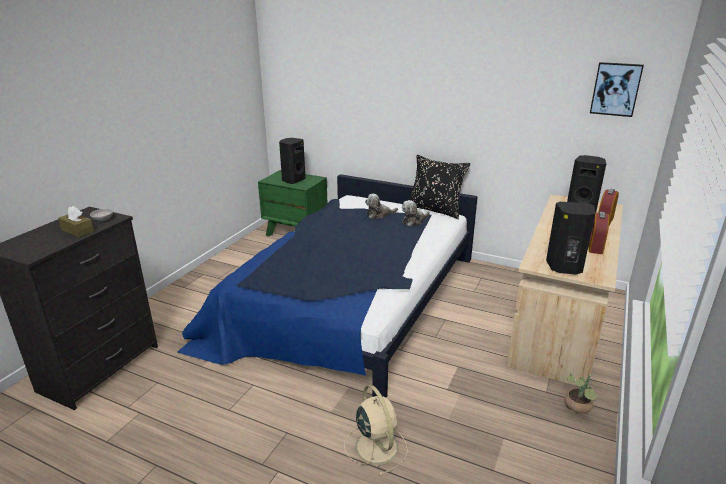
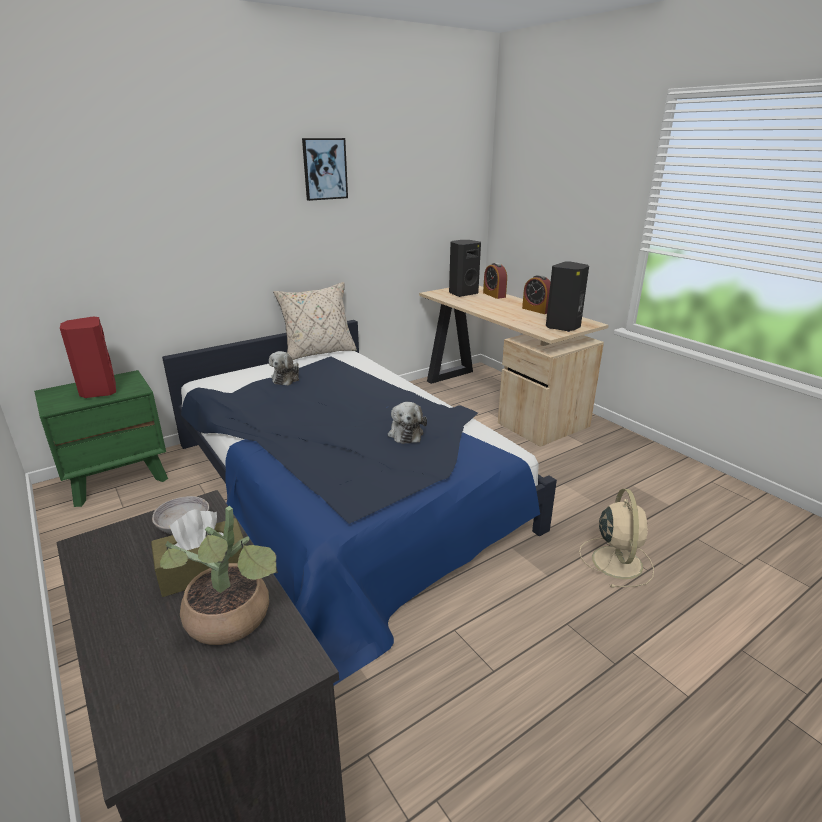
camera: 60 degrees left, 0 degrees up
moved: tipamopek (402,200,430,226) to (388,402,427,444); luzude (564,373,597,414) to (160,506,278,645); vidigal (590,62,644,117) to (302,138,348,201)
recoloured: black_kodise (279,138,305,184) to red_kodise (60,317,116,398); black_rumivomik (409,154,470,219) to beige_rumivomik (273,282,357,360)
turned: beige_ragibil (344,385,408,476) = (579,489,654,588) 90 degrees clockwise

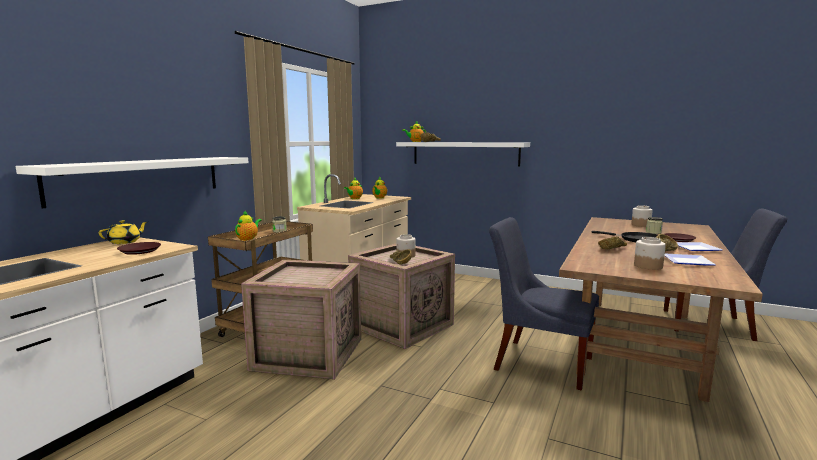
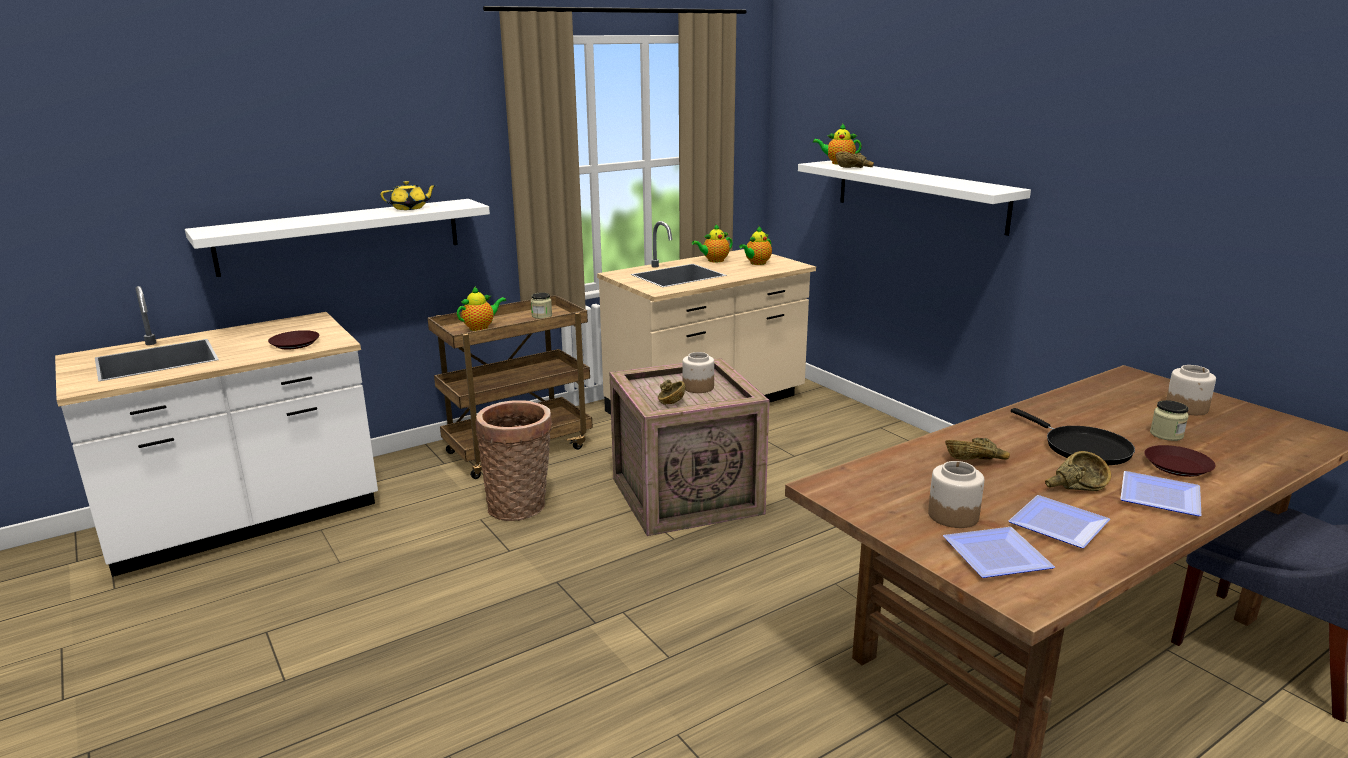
camera: 30 degrees right, 10 degrees up
removed: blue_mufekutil (489,217,599,391)
added: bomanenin (943,527,1055,578)
moved: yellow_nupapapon (99,220,147,244) to (380,181,436,210)
replaced: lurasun (241,260,361,379) to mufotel (476,400,552,521)

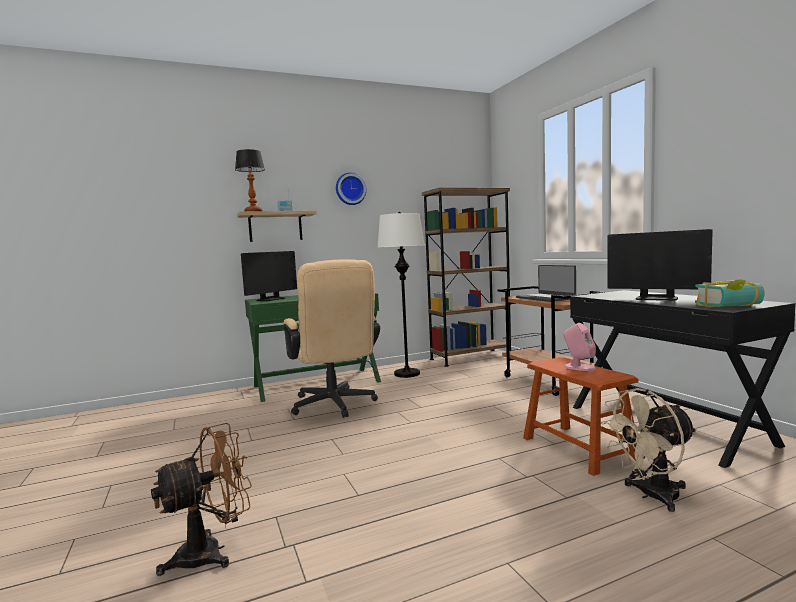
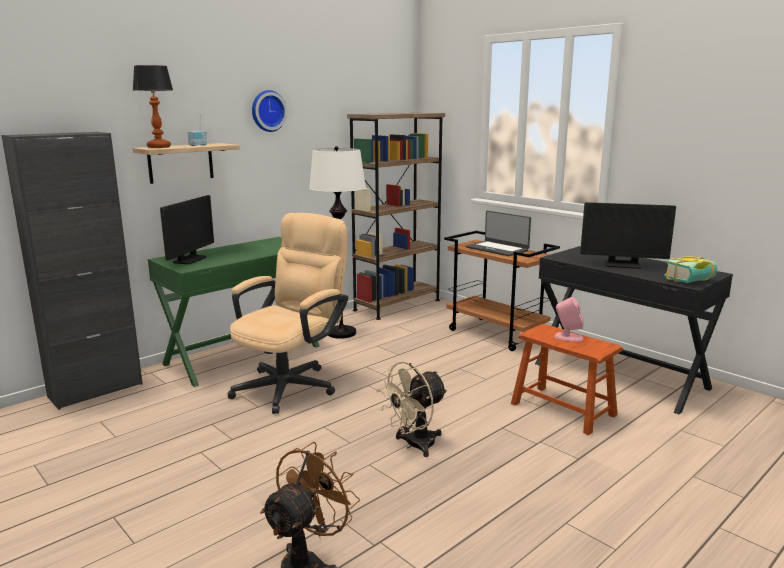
camera: 20 degrees left, 10 degrees up
added: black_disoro (1,132,143,410)
moved: beige_ragibil (601,388,697,512) to (376,361,448,457)
turned: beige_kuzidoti (284,259,380,418) = (228,213,348,414) 105 degrees counterclockwise

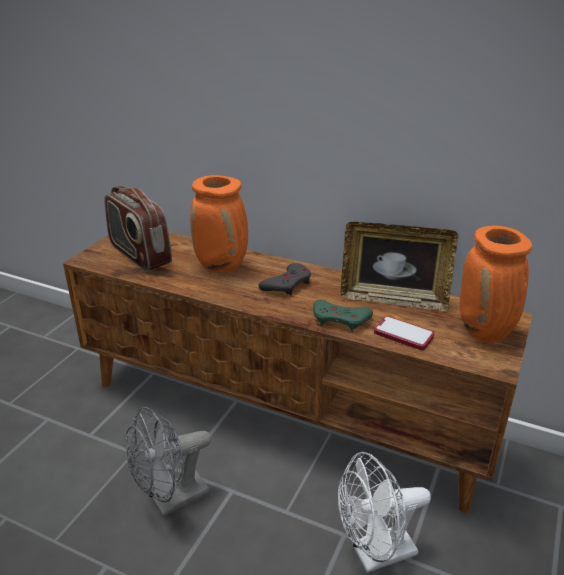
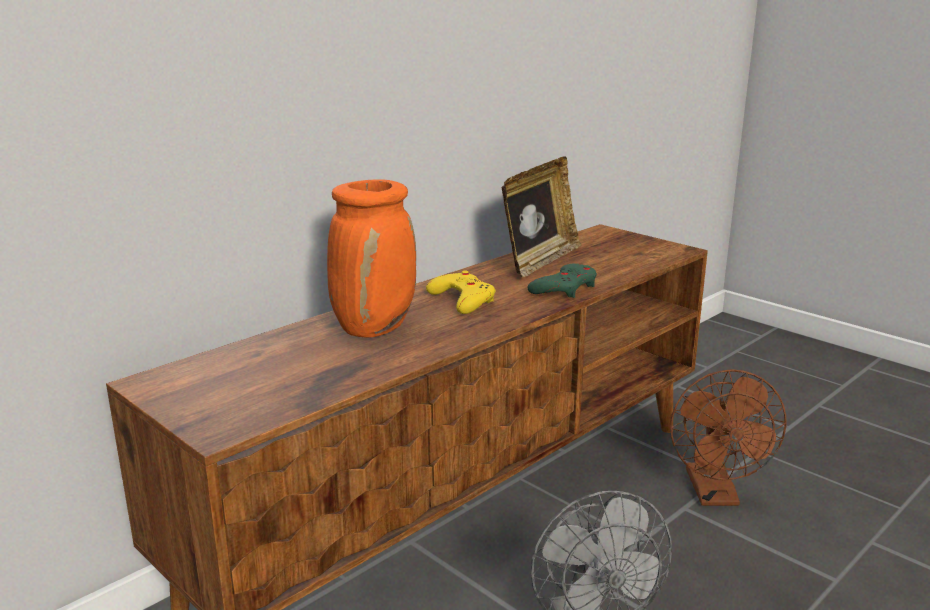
camera: 70 degrees left, 10 degrees down
removed: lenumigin (104,186,172,271); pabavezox (374,316,434,350); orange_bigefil (460,226,532,343)
recoloured: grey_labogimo (259,263,311,295) to yellow_labogimo (426,270,496,314); white_ragibil (338,452,431,573) to brown_ragibil (670,369,787,506)

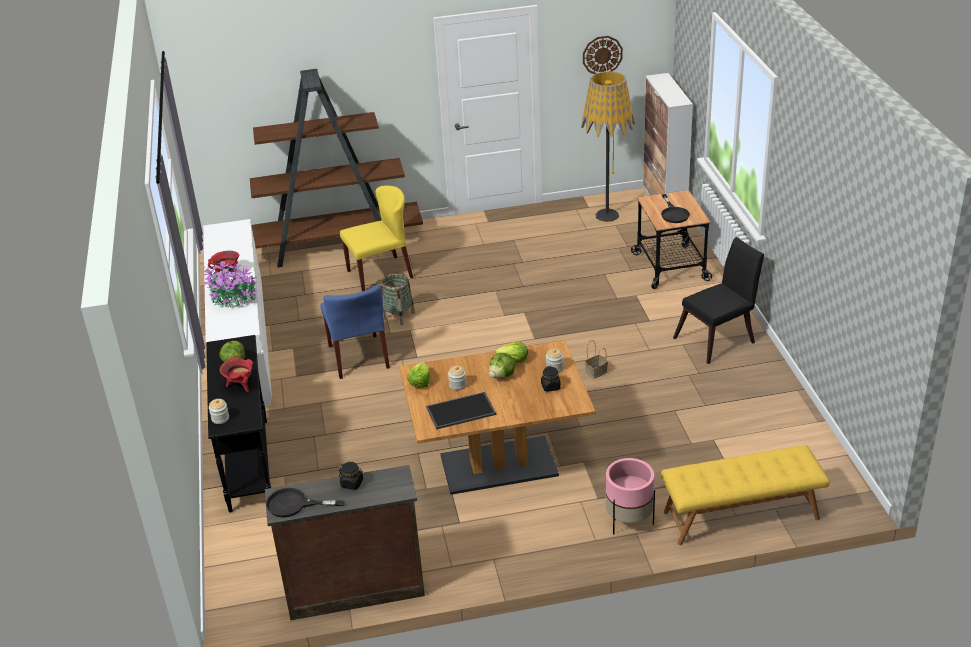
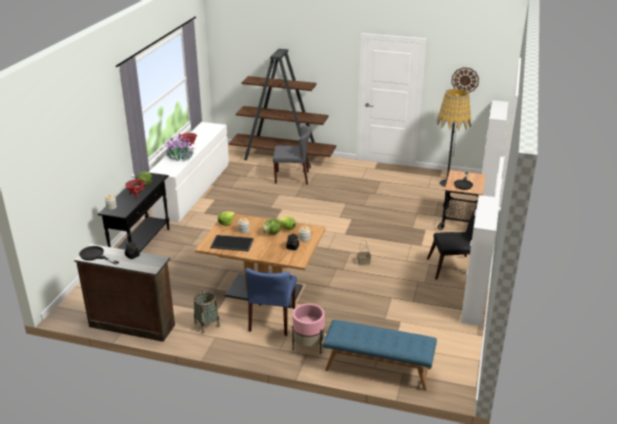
camera: 25 degrees right, 5 degrees down
added: disoro (461,195,500,326)
moved: blue_mufekutil (320,285,390,379) to (245,268,297,336); mufotel (381,273,415,325) to (194,291,220,333)
recoloured: yellow_mufekutil (340,186,413,292) to grey_mufekutil (273,125,312,184); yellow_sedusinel (661,445,830,545) to blue_sedusinel (323,320,437,391)

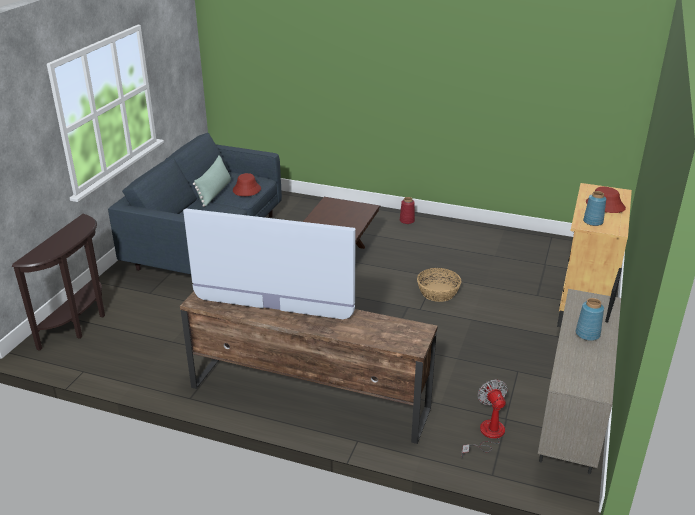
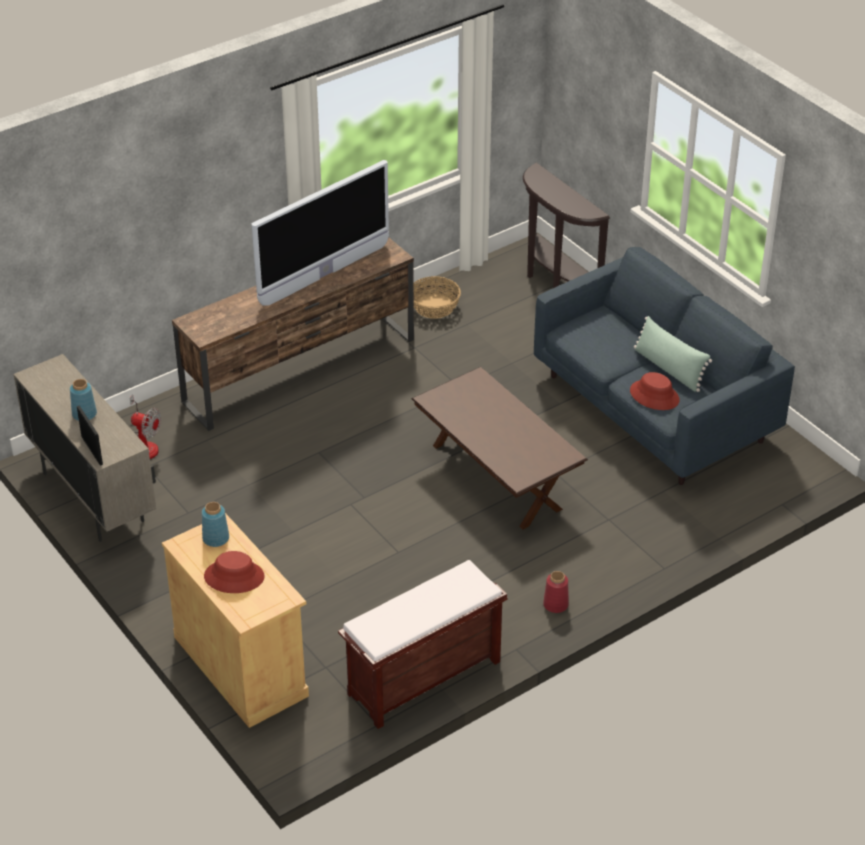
camera: 125 degrees right, 10 degrees up
added: brown_sedusinel (338,560,508,729)
moved: mufotel (417,268,461,302) to (414,276,461,319)

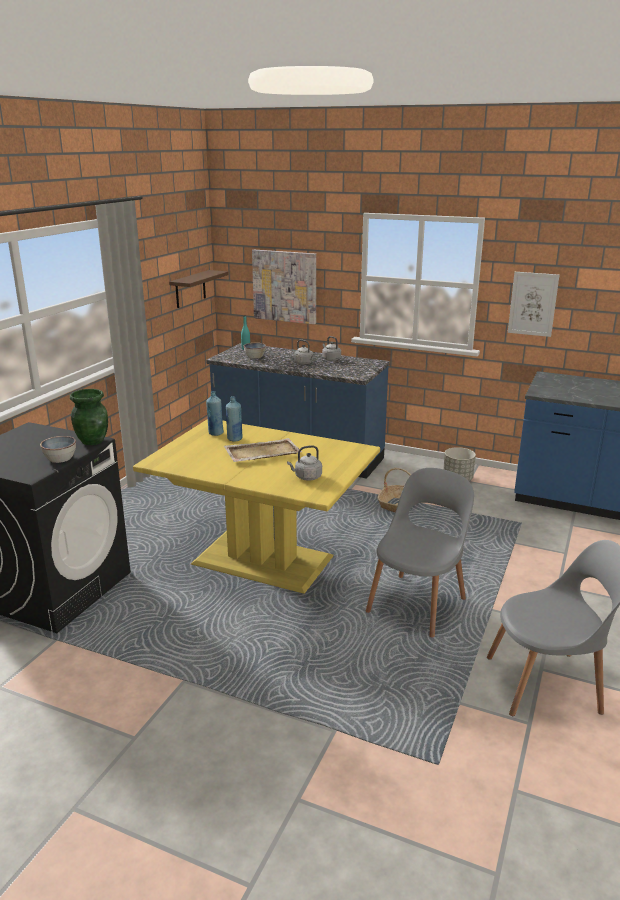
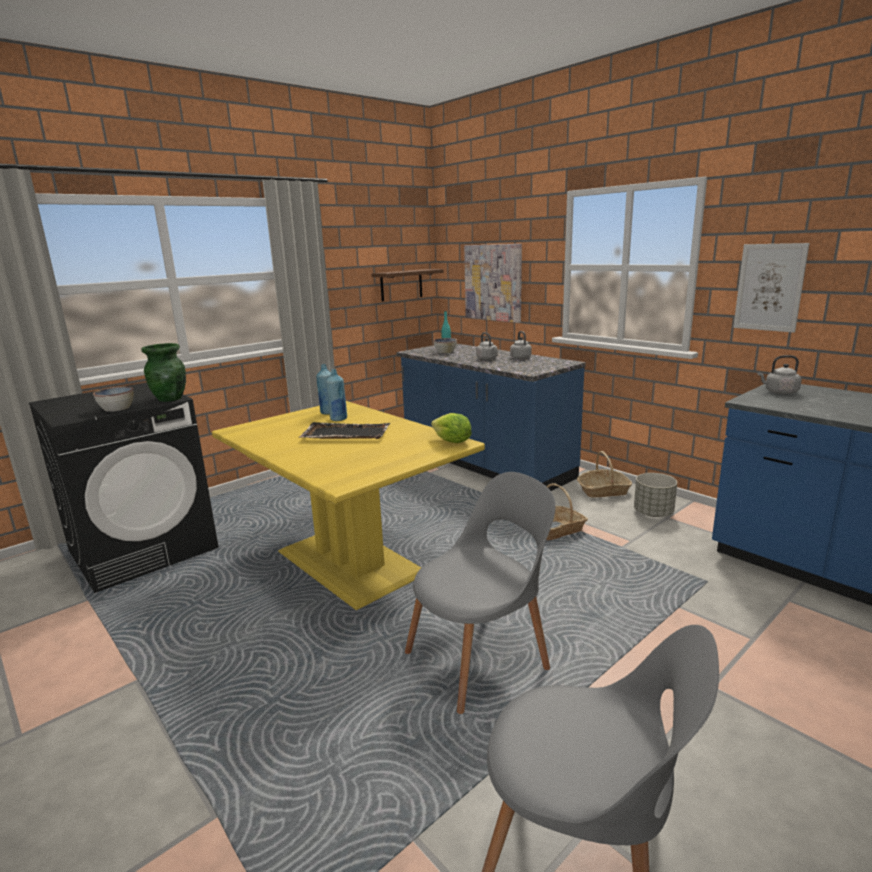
camera: 25 degrees right, 5 degrees down
added: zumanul (431,413,472,443); mufotel (577,451,632,498)
moved: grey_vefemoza (287,445,322,481) to (758,355,802,394)
recoloured: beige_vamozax (224,438,302,462) to black_vamozax (299,422,390,439)

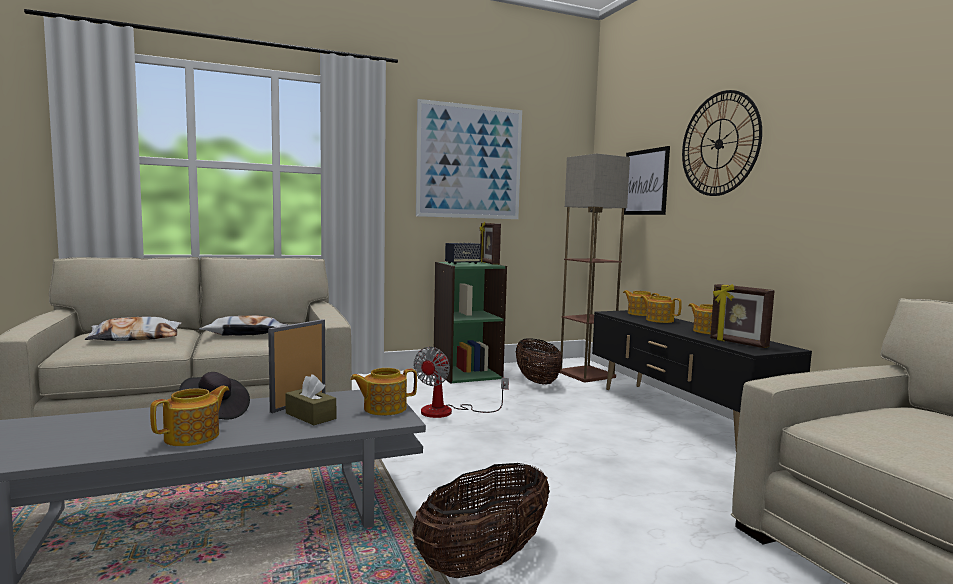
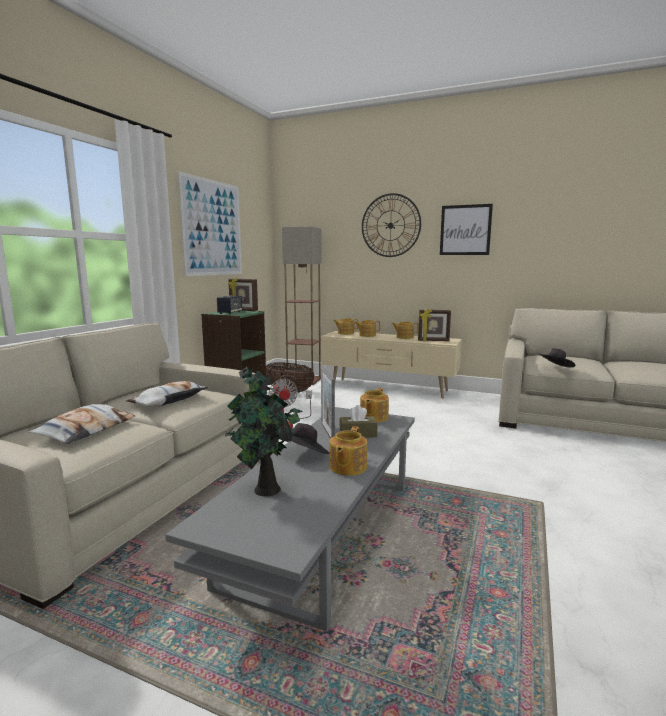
camera: 45 degrees left, 5 degrees up
removed: mufotel (412,463,550,578)
added: luzude (225,367,302,497); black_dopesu (538,348,575,367)
moved: vidigal (624,146,670,215) to (440,204,493,255)
recoloured: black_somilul (592,310,812,450) to beige_somilul (321,331,462,398)
turned: nupapapon (150,386,229,446) = (330,426,367,476) 150 degrees counterclockwise

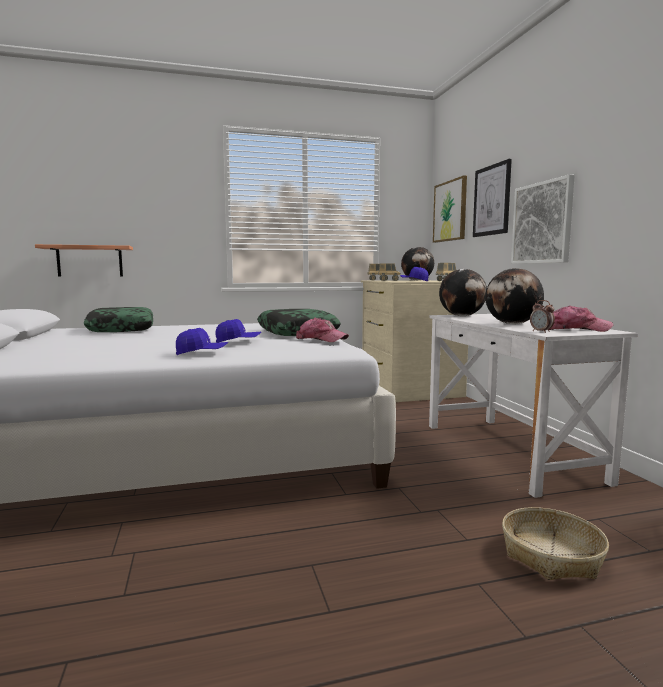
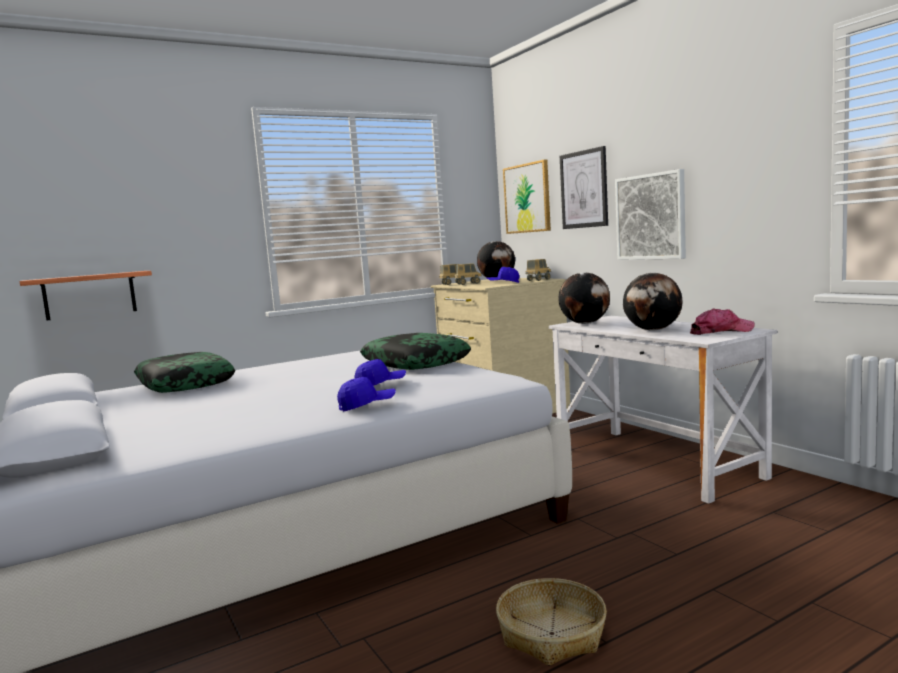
camera: 15 degrees left, 0 degrees up
removed: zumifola (296,318,349,342); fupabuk (530,300,555,333)
moved: mufotel (502,507,609,580) to (496,578,607,666)

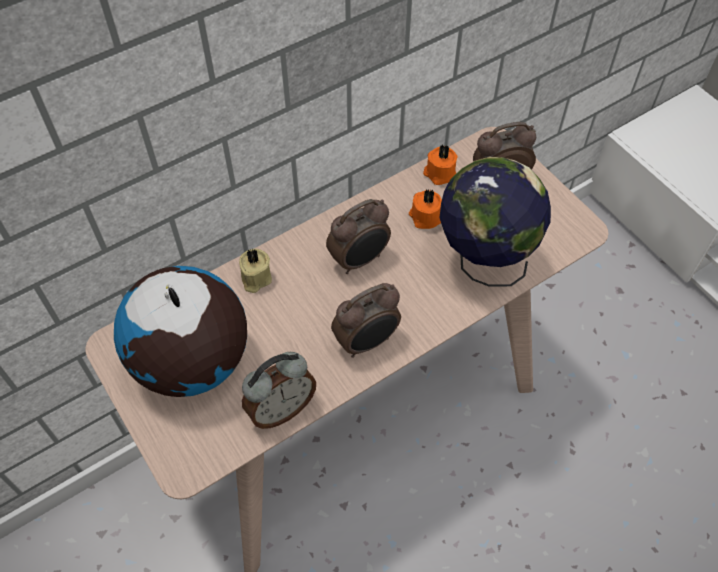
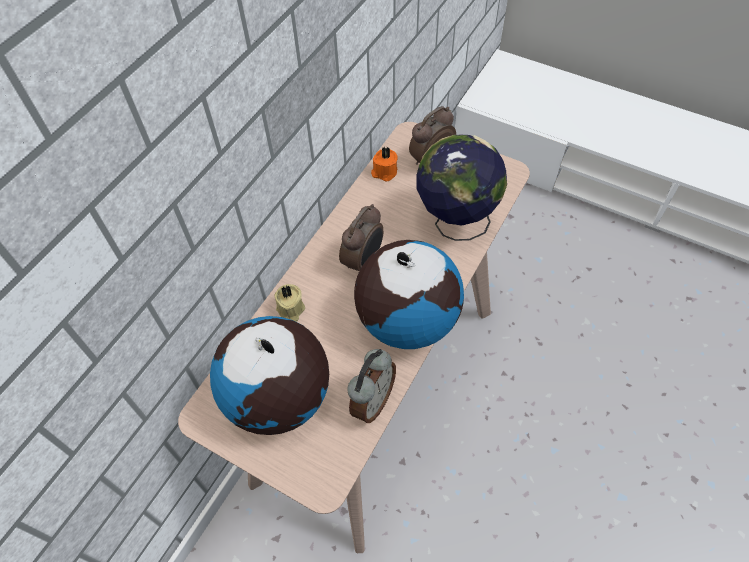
camera: 25 degrees left, 0 degrees up
removed: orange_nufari (409,189,442,229)
replaced: fupabuk (331,283,401,358) to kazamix (354,240,464,349)

